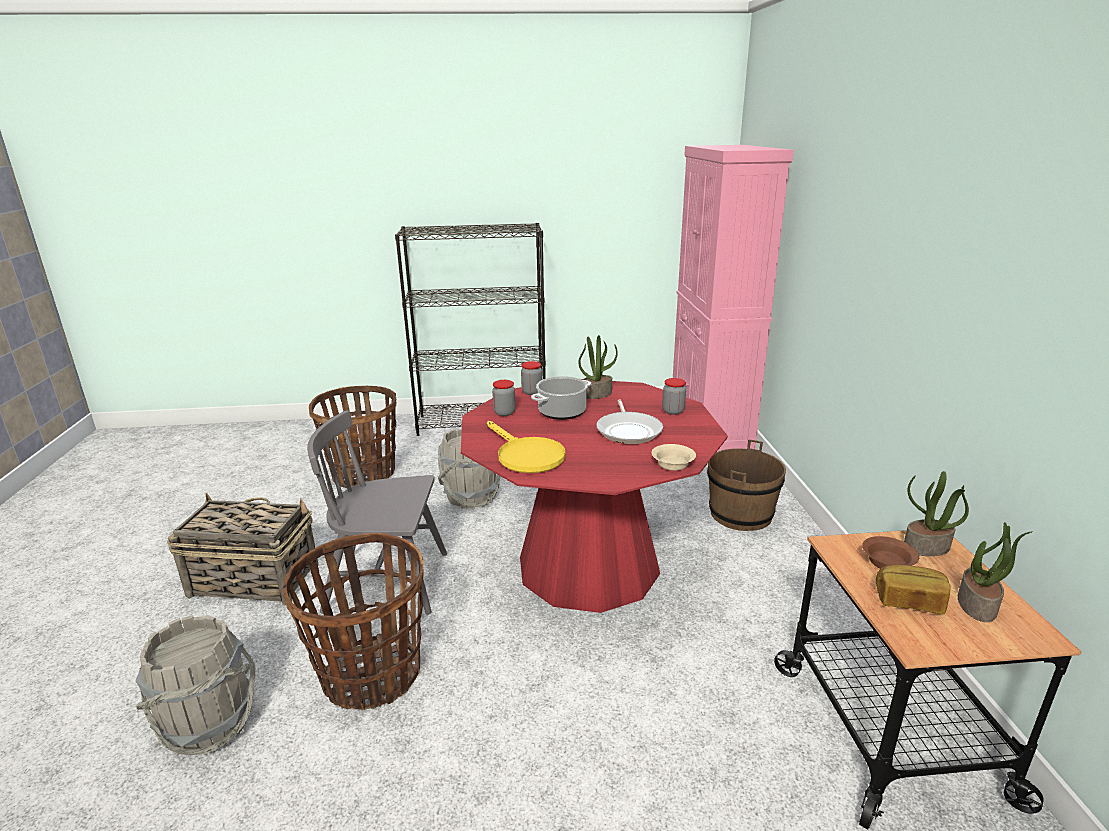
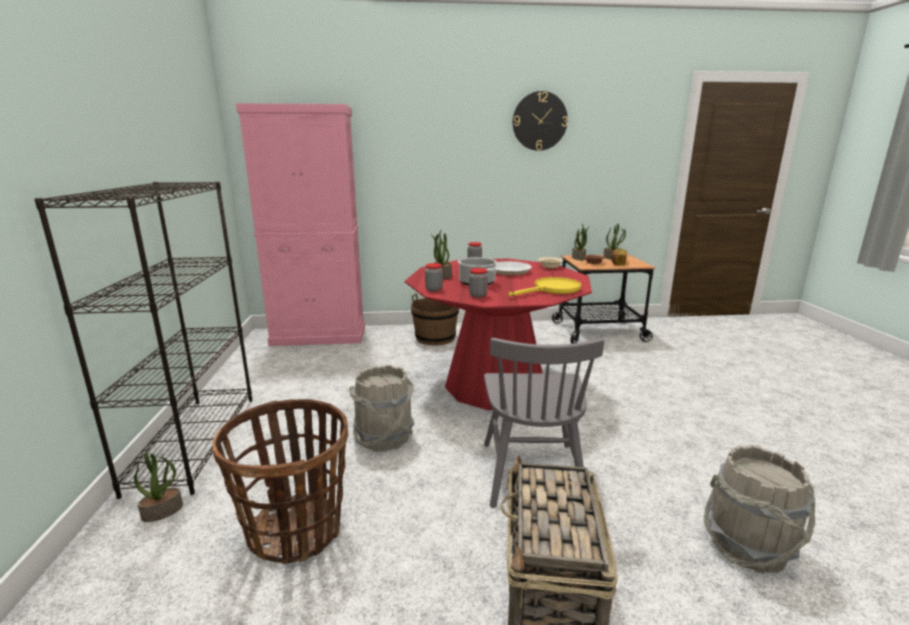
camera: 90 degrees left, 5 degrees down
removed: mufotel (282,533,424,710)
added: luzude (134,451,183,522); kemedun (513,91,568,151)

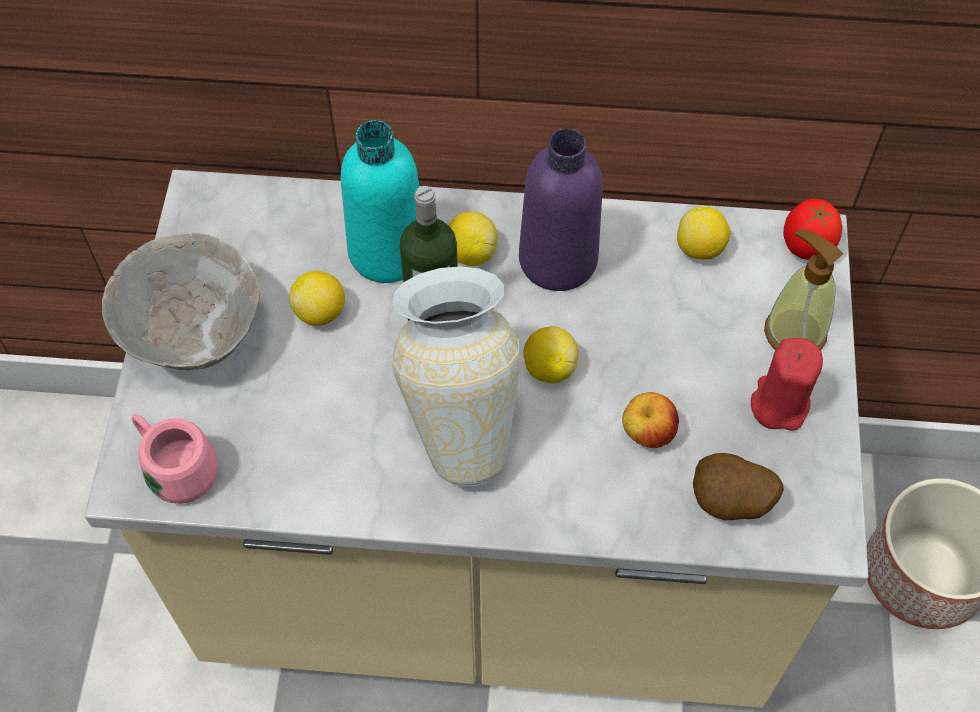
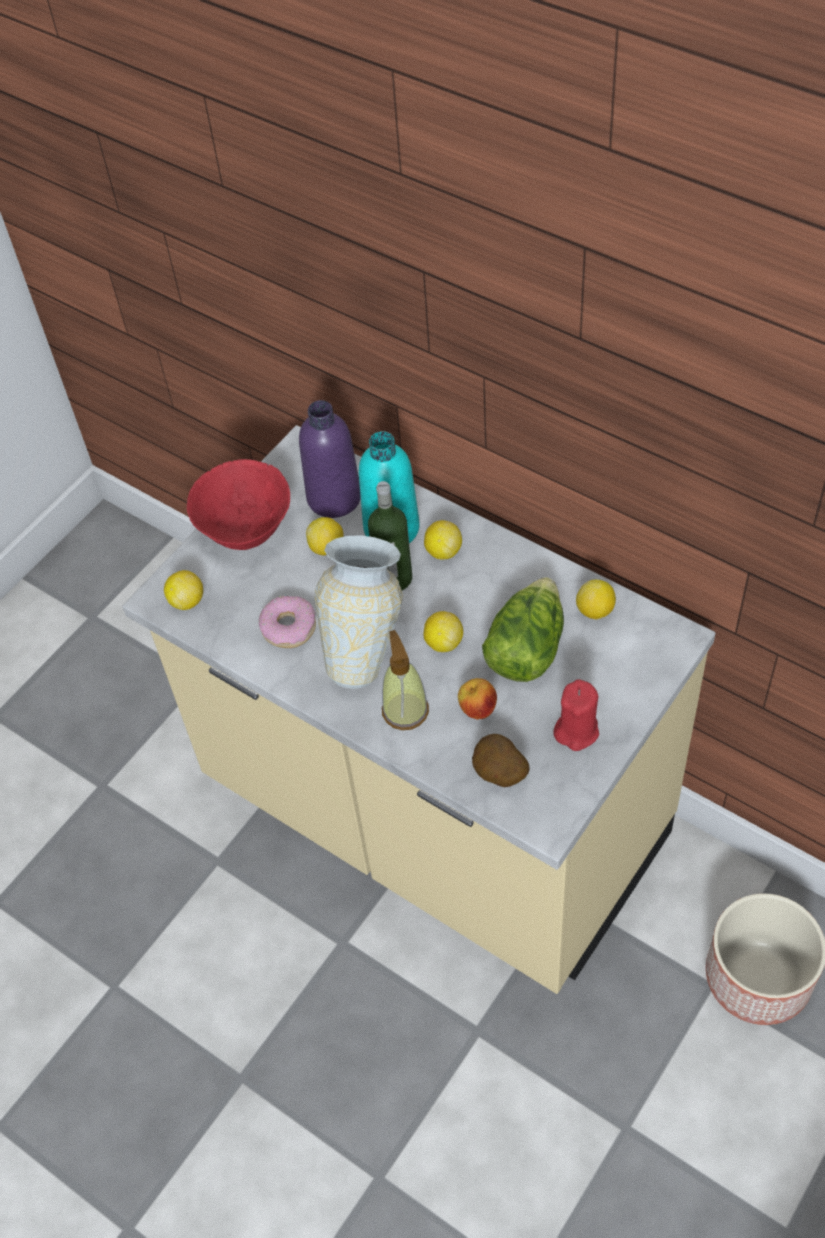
camera: 35 degrees right, 5 degrees down
removed: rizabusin (784,199,842,260)
added: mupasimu (259,596,316,648); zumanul (482,577,564,682)
moved: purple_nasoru (519,128,603,291) to (299,400,361,518); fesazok (764,229,843,351) to (382,630,429,730)
replaced: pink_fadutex (132,414,218,504) to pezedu (164,570,203,610)
recoloured: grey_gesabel (102,233,260,370) to red_gesabel (187,459,290,550)

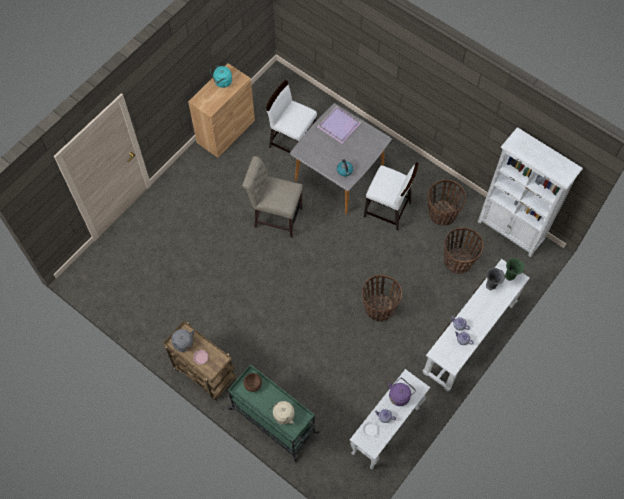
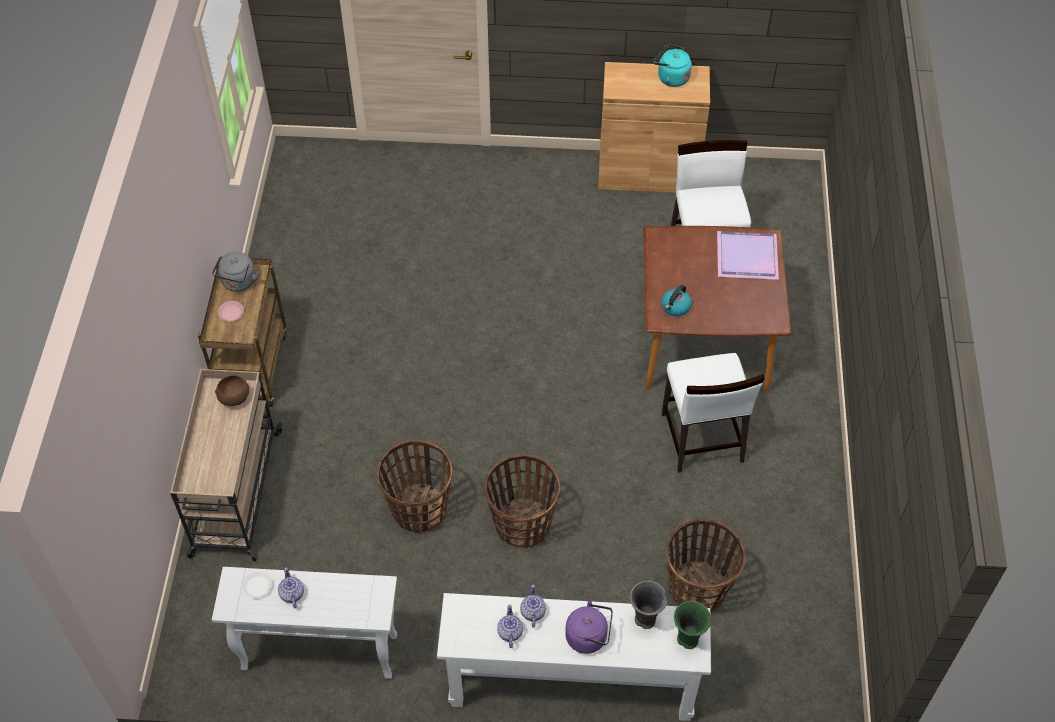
camera: 55 degrees right, 10 degrees down
removed: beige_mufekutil (242,156,303,237); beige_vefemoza (268,401,295,425); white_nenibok (478,127,583,257)
moved: purple_vefemoza (388,378,416,406) to (565,599,613,654); mufotel (428,180,466,226) to (377,440,453,533)
recoloured: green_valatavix (227,364,319,462) to beige_valatavix (170,369,283,561); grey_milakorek (290,103,392,214) to brown_milakorek (643,226,791,393)

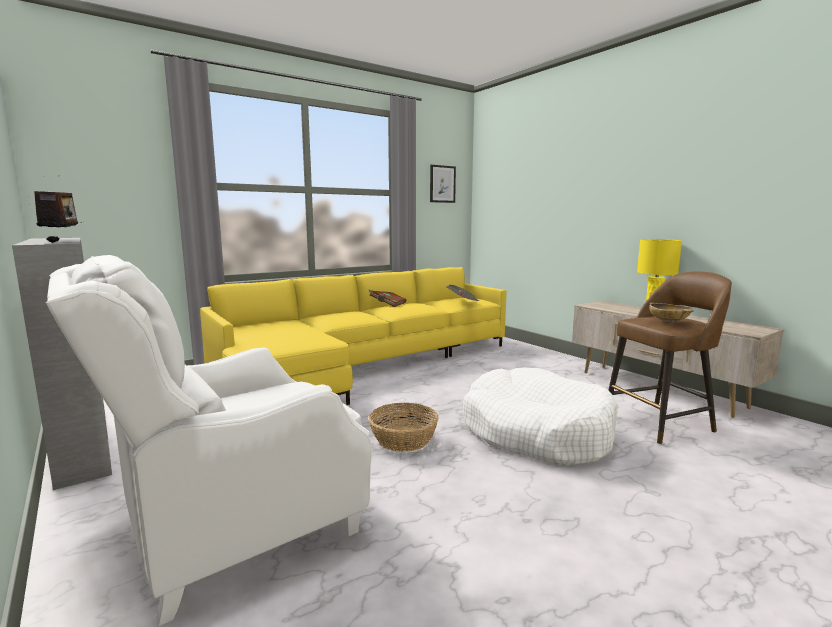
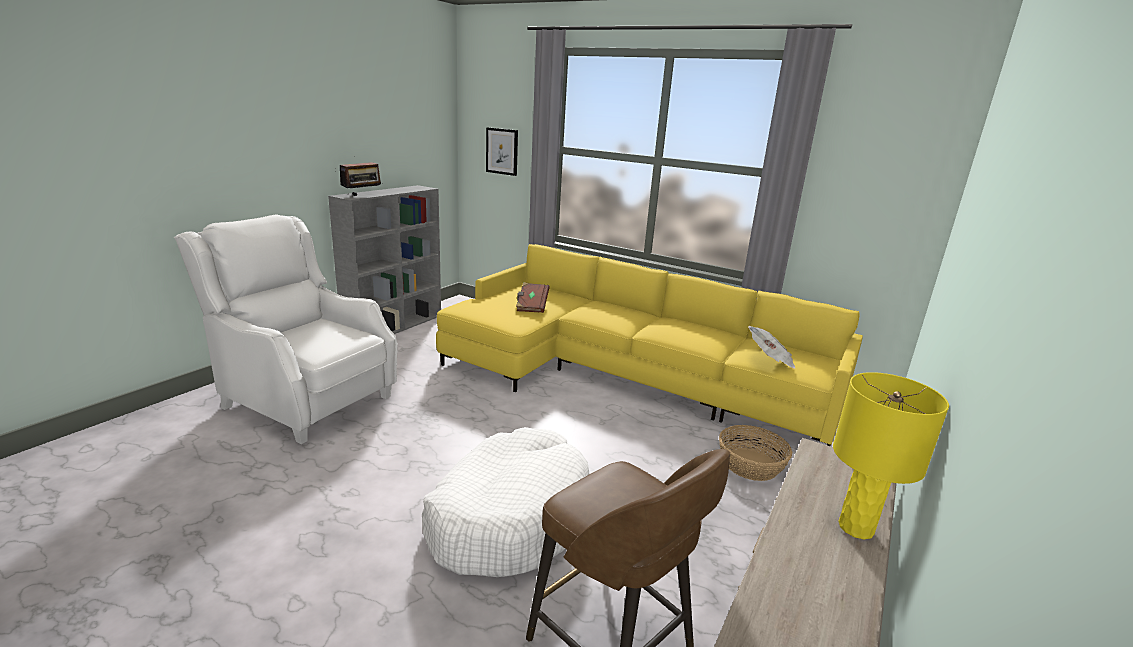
camera: 65 degrees right, 10 degrees up
removed: beige_gesabel (649,302,694,323)
moved: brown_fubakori (368,290,407,307) to (516,282,549,313); mufotel (369,403,439,452) to (719,425,792,481); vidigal (430,165,456,203) to (486,127,518,176)

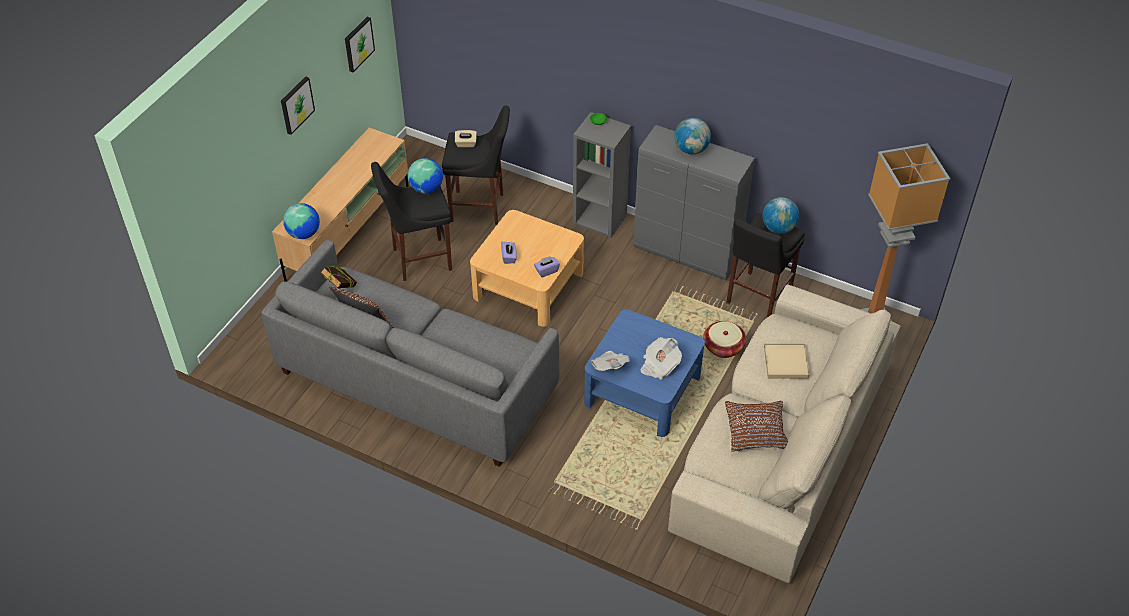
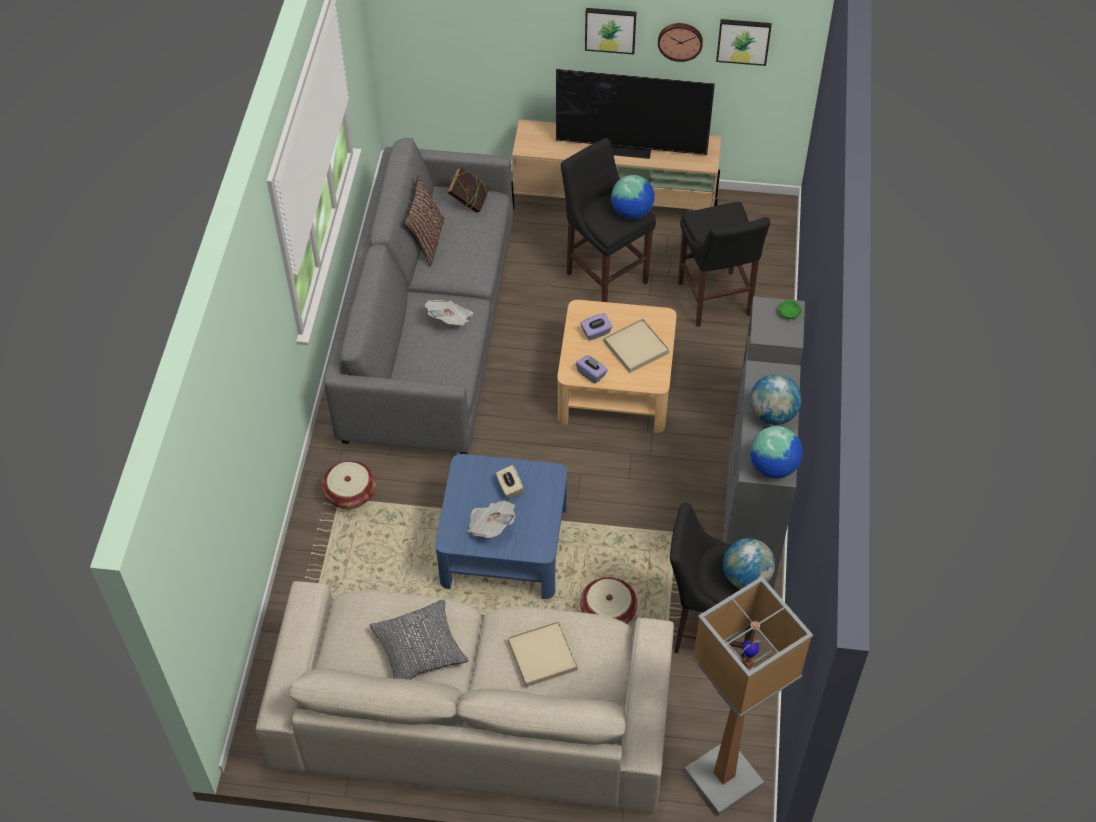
camera: 70 degrees right, 5 degrees up
added: mufotel (322,461,376,509); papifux (556,69,715,159); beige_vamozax (604,318,669,373); kemedun (658,23,703,62)
moved: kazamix (283,203,320,239) to (750,426,803,478); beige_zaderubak (455,130,477,147) to (496,465,523,499); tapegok (591,351,630,371) to (425,300,473,326)
recoloured: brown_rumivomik (725,400,788,452) to grey_rumivomik (369,599,469,680)

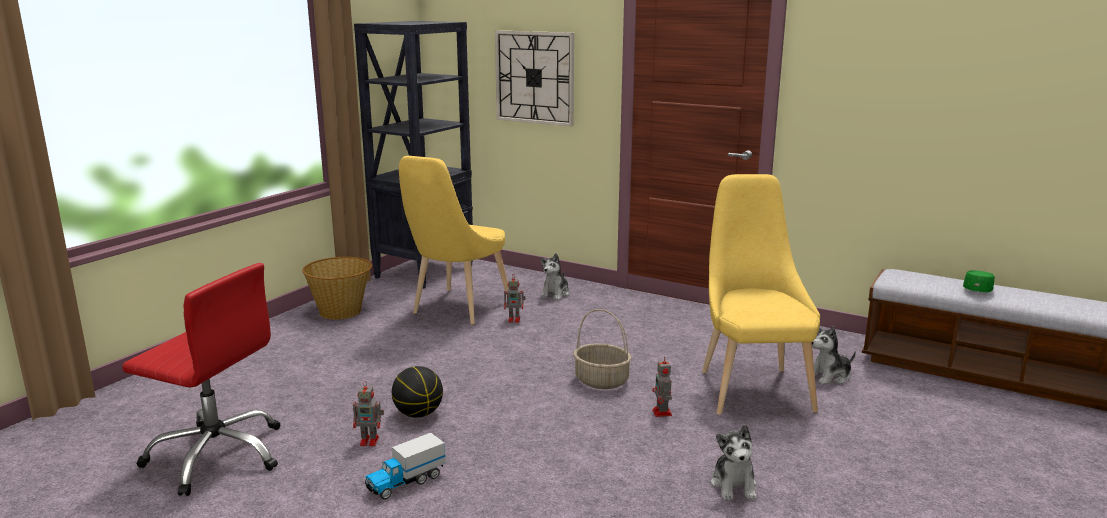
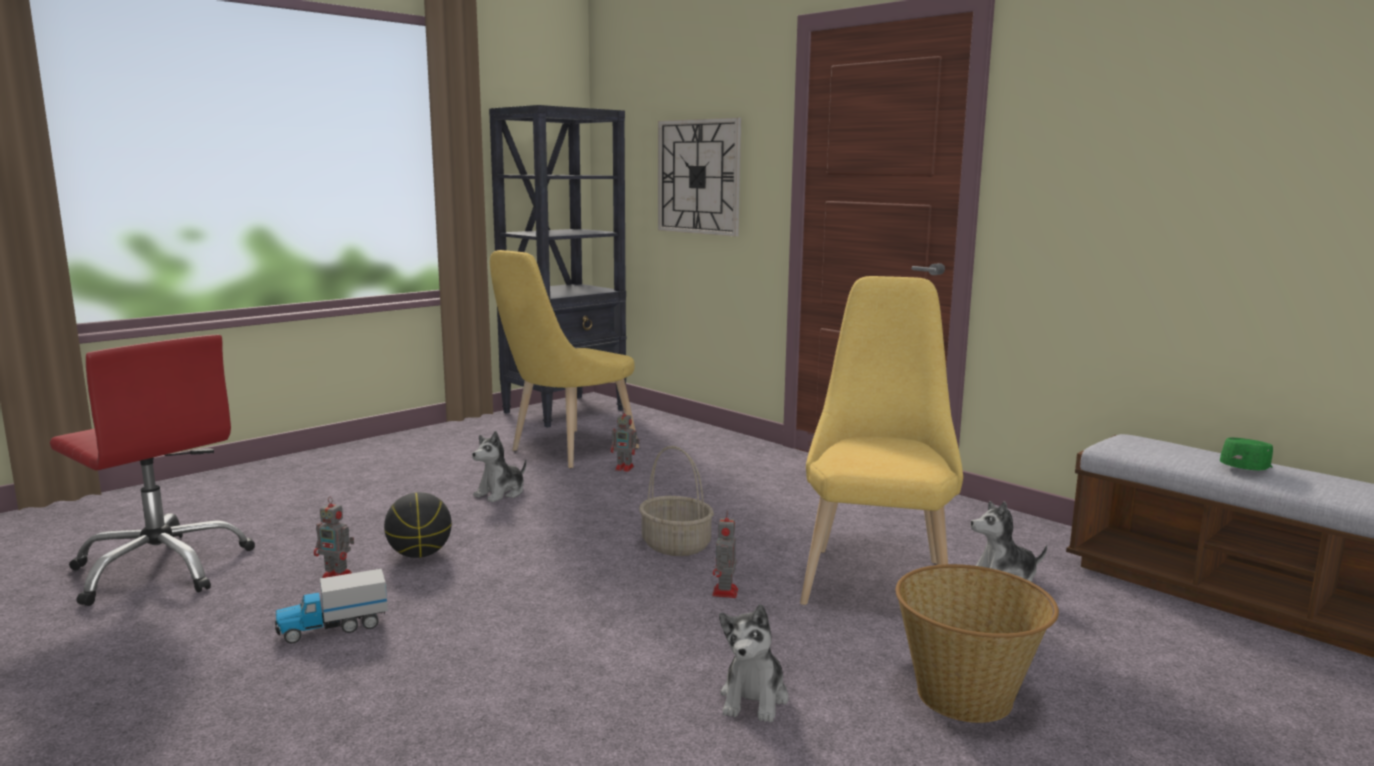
camera: 15 degrees right, 5 degrees down
moved: mufotel (302,257,372,320) to (896,564,1059,723); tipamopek (540,253,570,300) to (472,431,526,503)

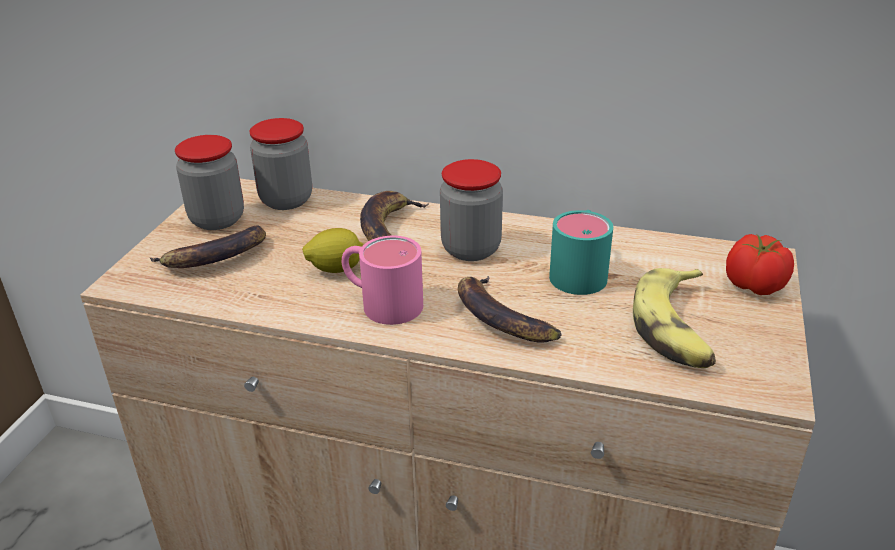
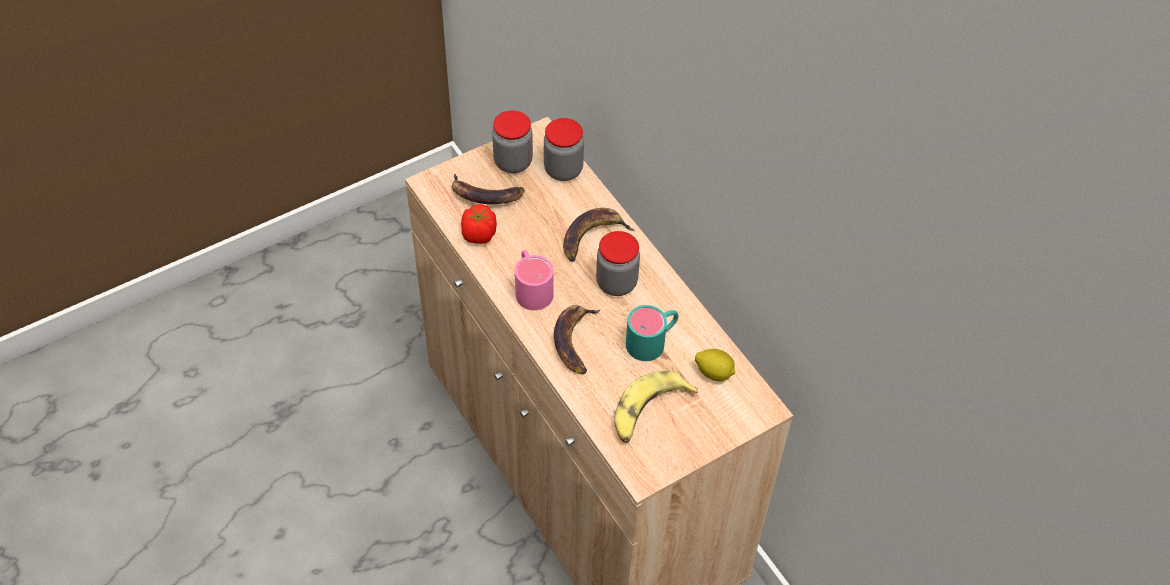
camera: 40 degrees right, 20 degrees up
moved: pezedu (302,228,364,273) to (695,349,735,381); rizabusin (726,234,794,295) to (461,204,497,244)

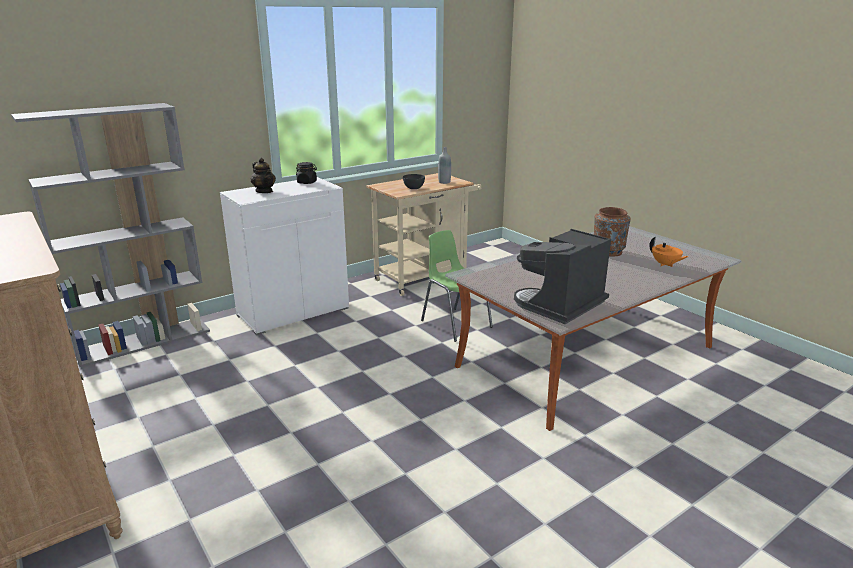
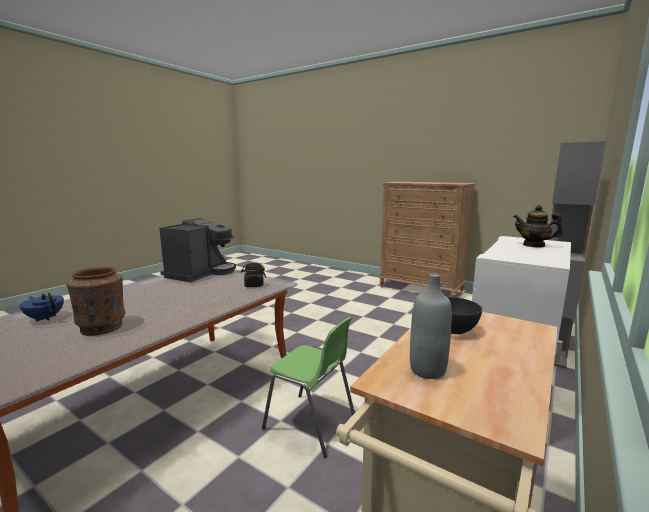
camera: 160 degrees right, 10 degrees down
moved: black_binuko (296,162,317,184) to (241,263,266,287)
recoloured: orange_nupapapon (649,237,689,267) to blue_nupapapon (19,292,64,322)

